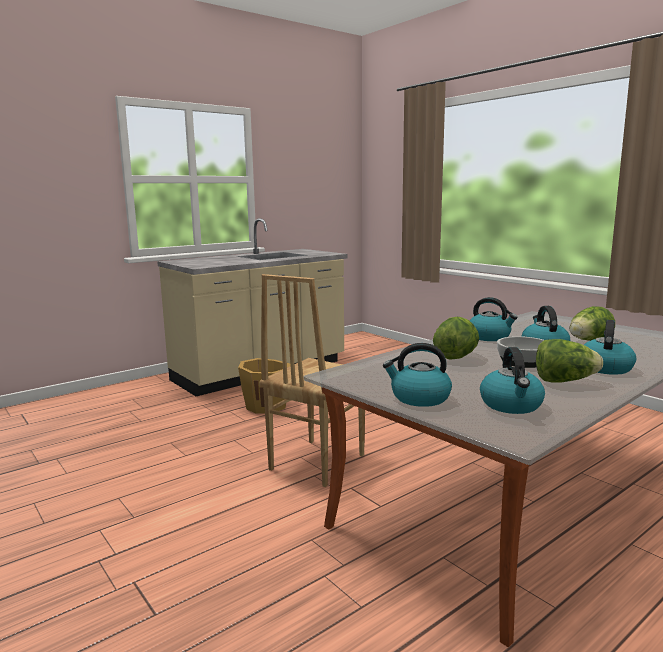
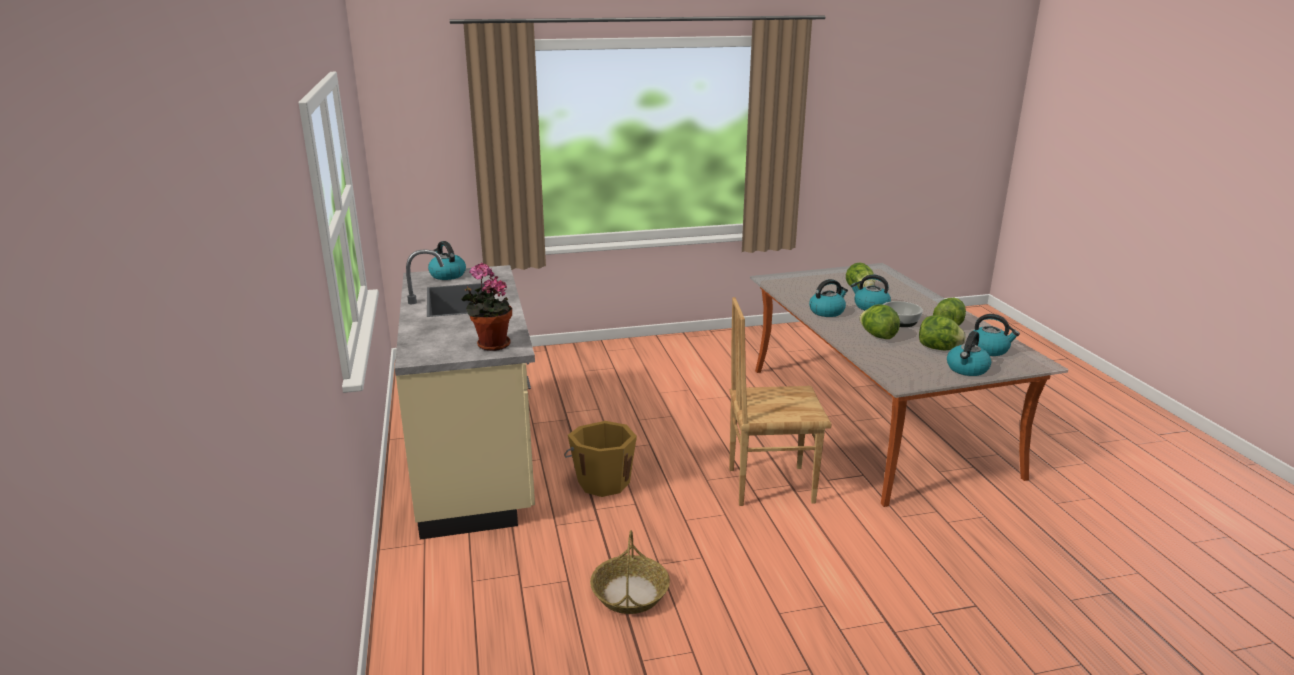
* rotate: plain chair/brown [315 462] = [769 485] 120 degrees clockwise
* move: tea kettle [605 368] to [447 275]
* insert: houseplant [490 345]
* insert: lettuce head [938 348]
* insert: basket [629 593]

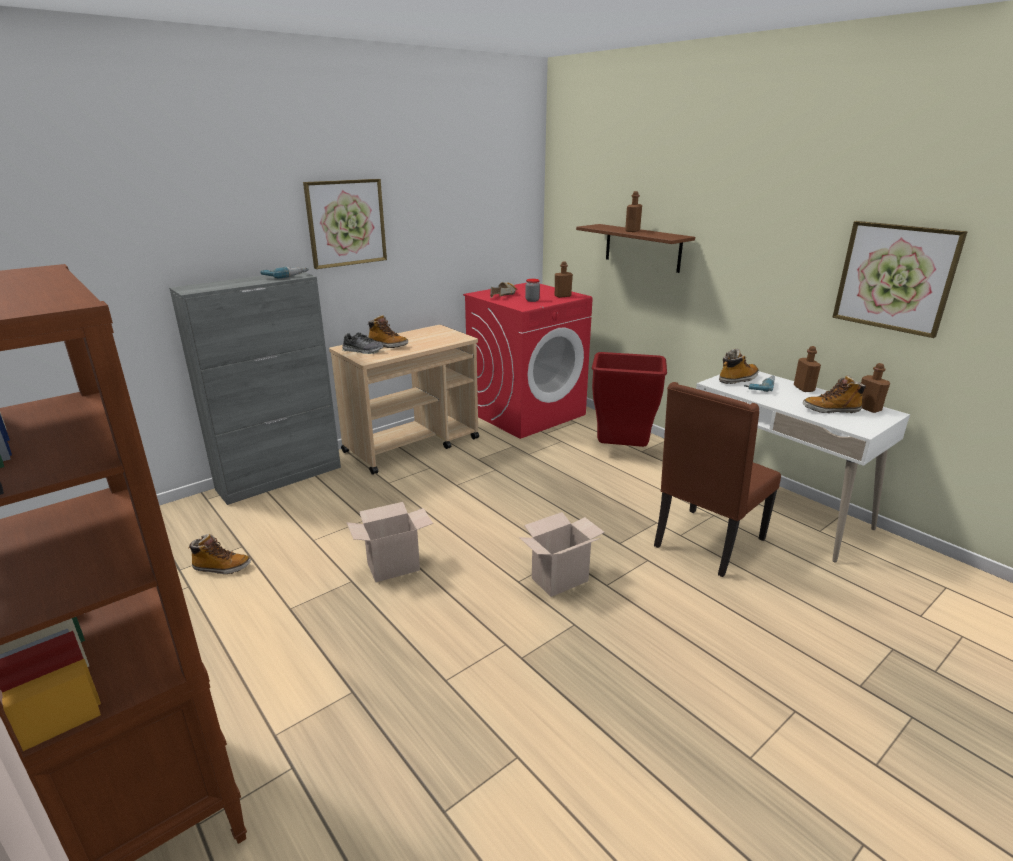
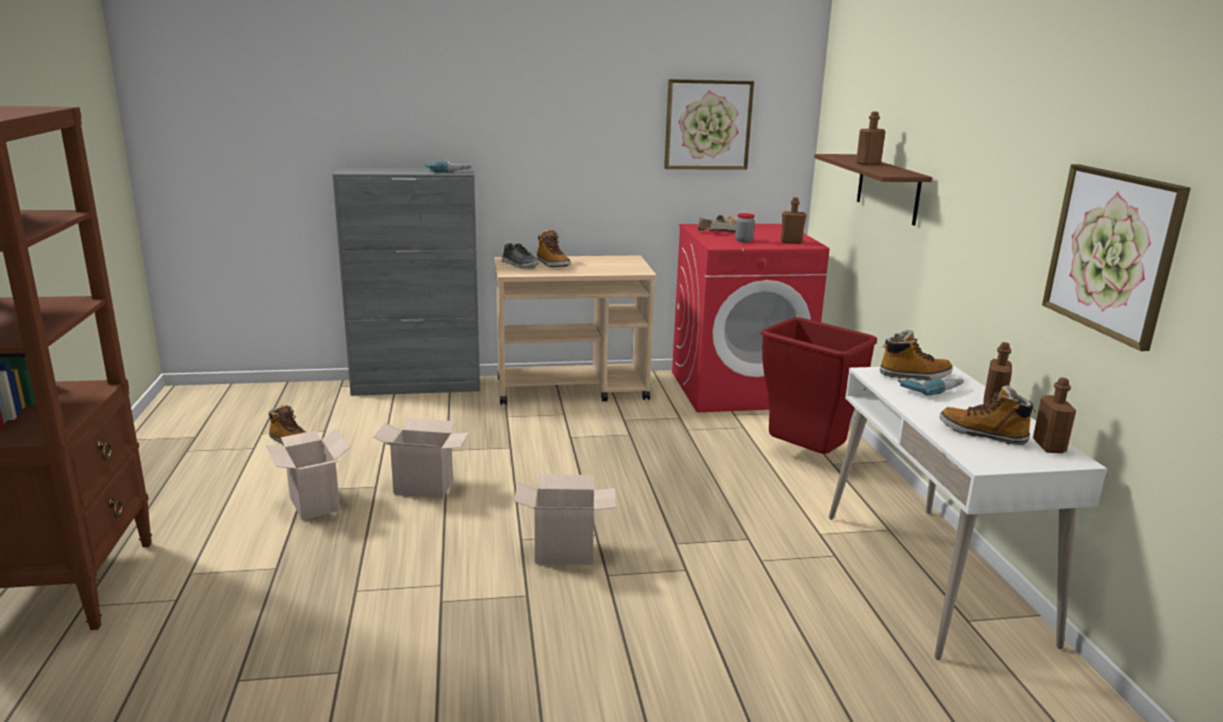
* move: wall picture [346 223] to [708 125]
* delete: plain chair/brown [706 543]
* insert: carton [312 503]

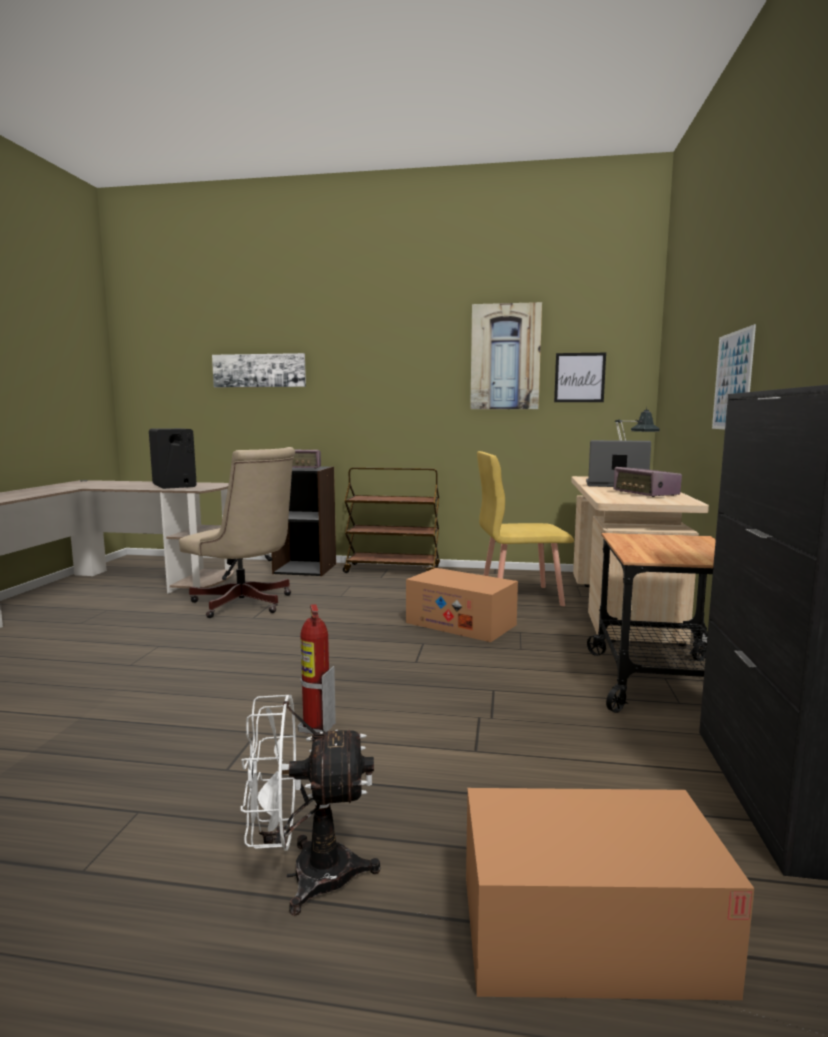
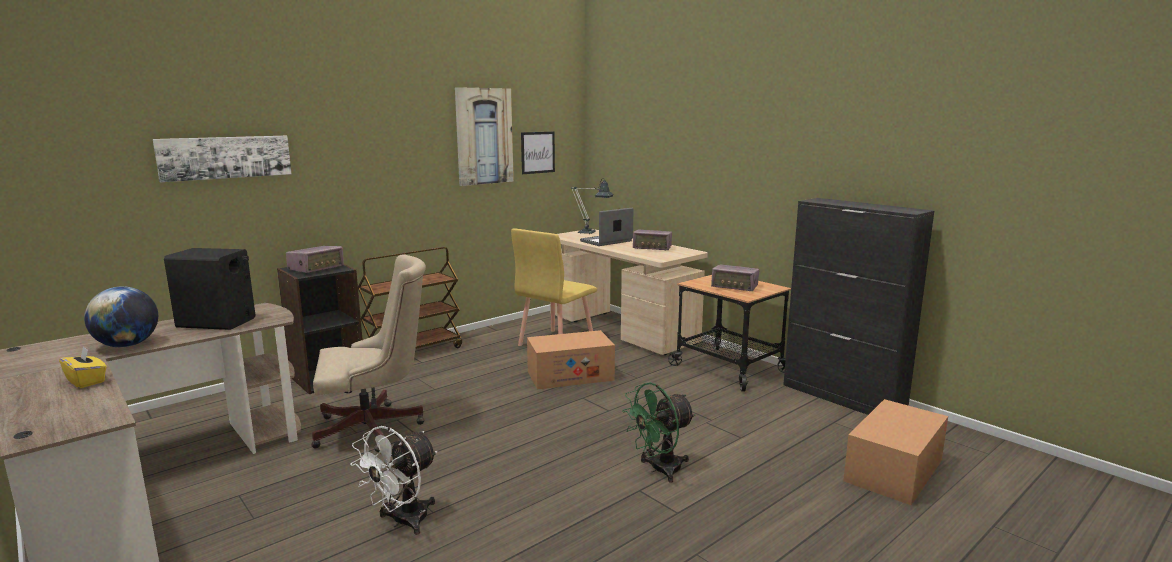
* delete: wall picture [732 381]
* replace: fire-fighting cylinder [316 728] to electric fan/green [659 470]
* move: electric fan/white [306 875] to [402 522]
* insert: radio set [735 287]
* insert: desk globe [127 345]
* insert: tissue holder/yellow [86 381]

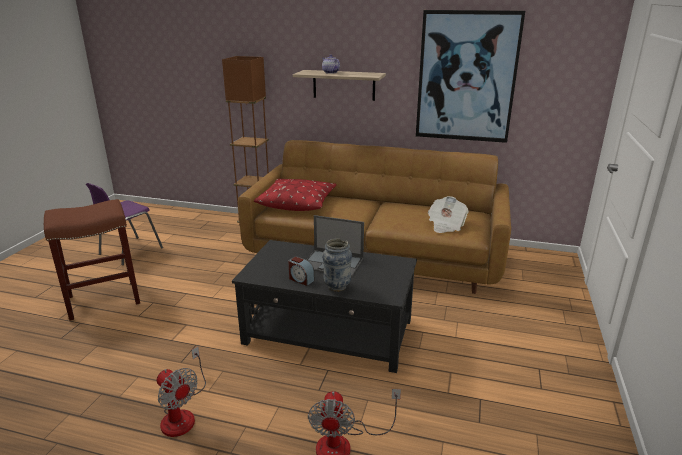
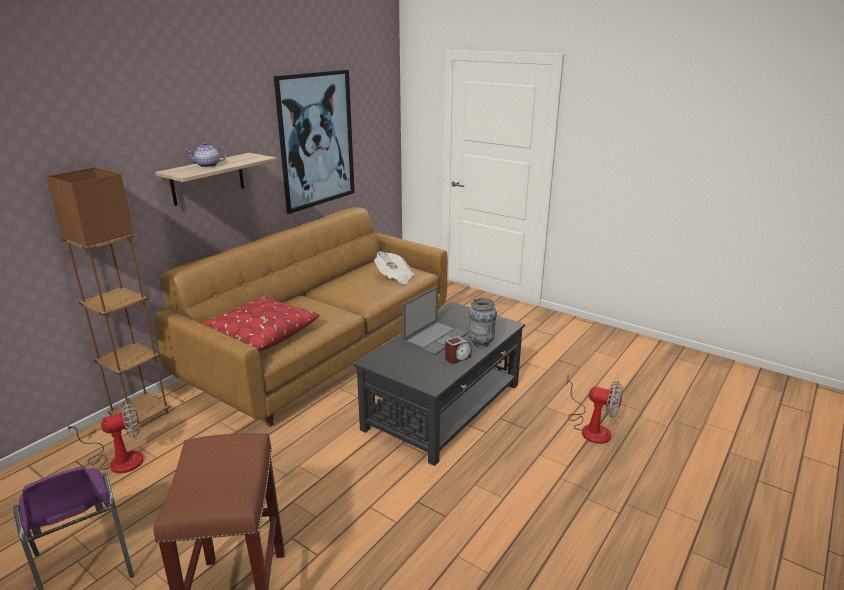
* move: electric fan [182 414] to [118 459]

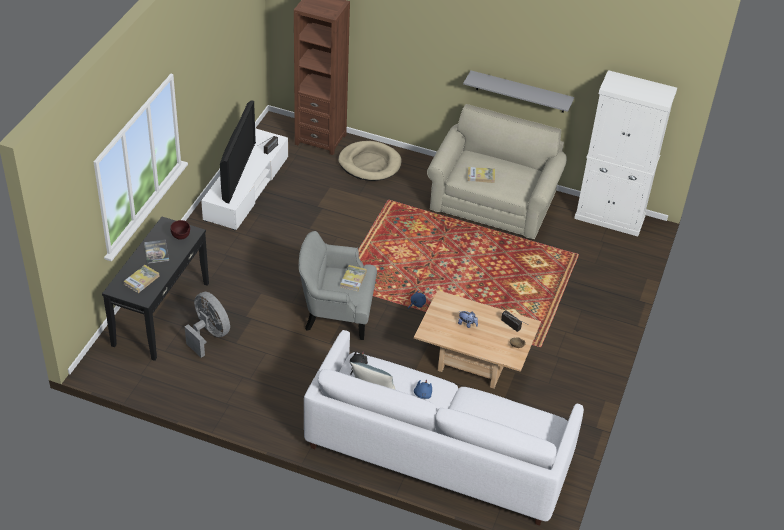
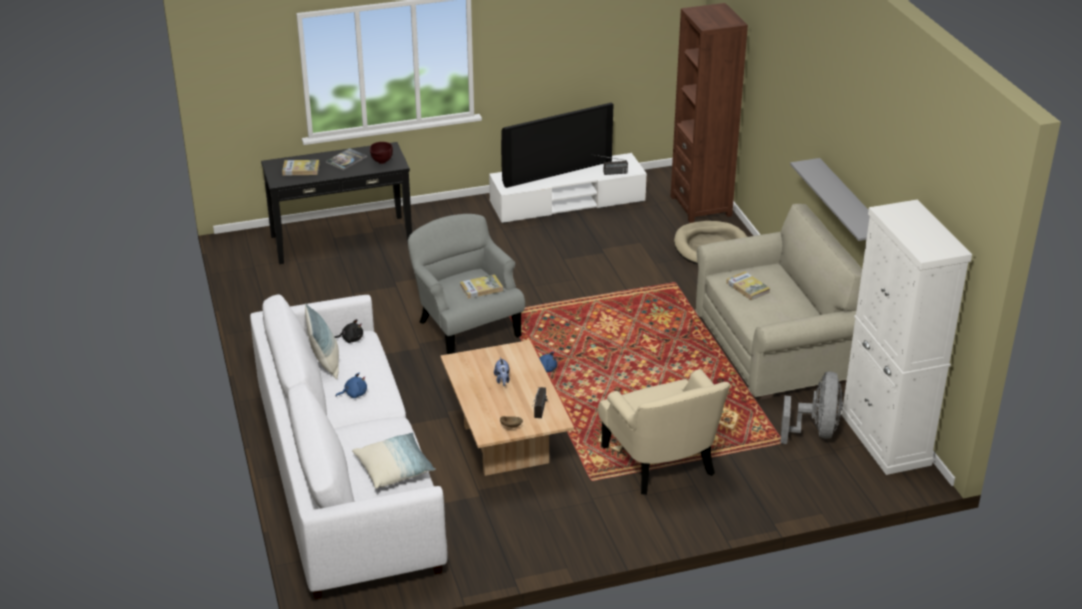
* move: electric fan/greyish [209 335] to [815 431]
* insert: armchair/beige-coloured [661 461]
* insert: throw pillow [394 469]

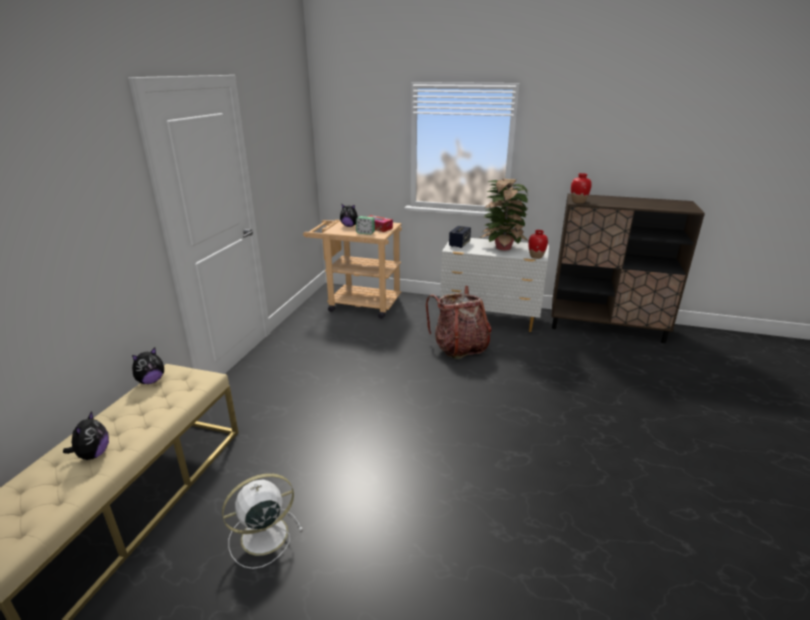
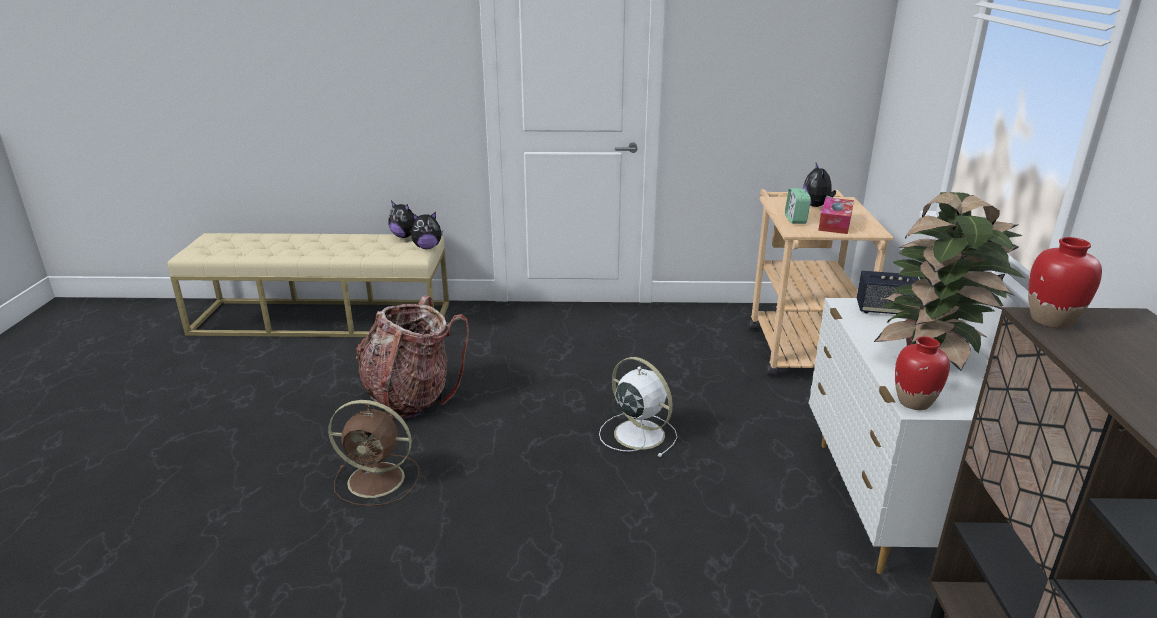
* move: rucksack [459 347] to [411 397]
* move: cuddly toy [93 454] to [427 247]
* move: electric fan/white [262 536] to [637 433]
* insert: electric fan/brown [378 480]

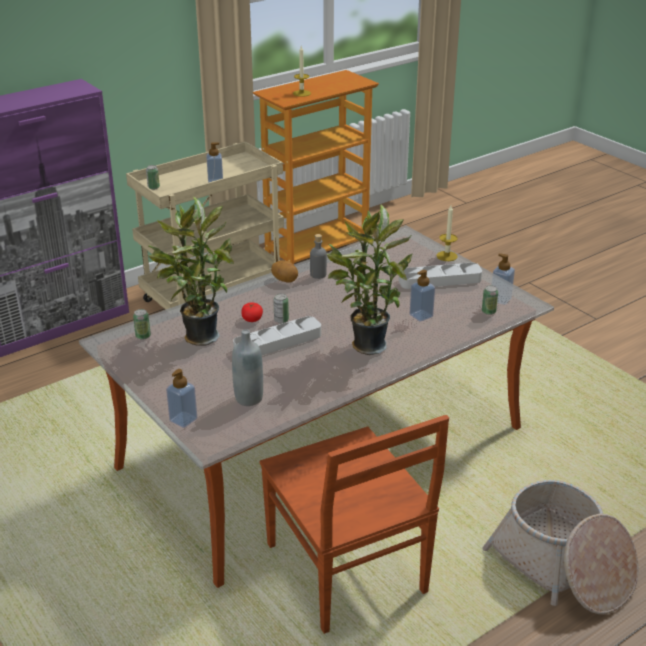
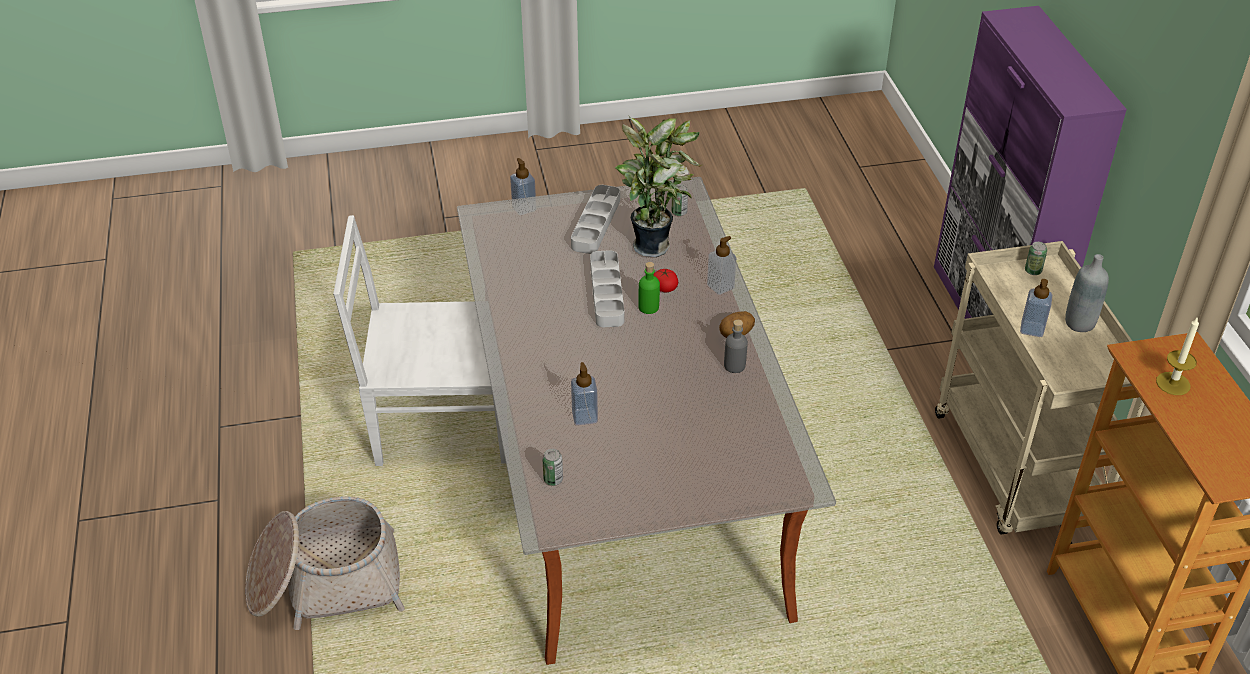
* delete: houseplant [366 344]
* delete: wax light [447 256]
* move: liquid soap bottle [500 299] to [720 287]
* move: serving tray/greyish [440 280] to [596 223]
* replace: metal can [281 320] to bottle/green [648 307]
* move: bottle/greyish [249 398] to [1079 323]
* recolor: plain chair/brown [347 571] to plain chair/white [441 424]

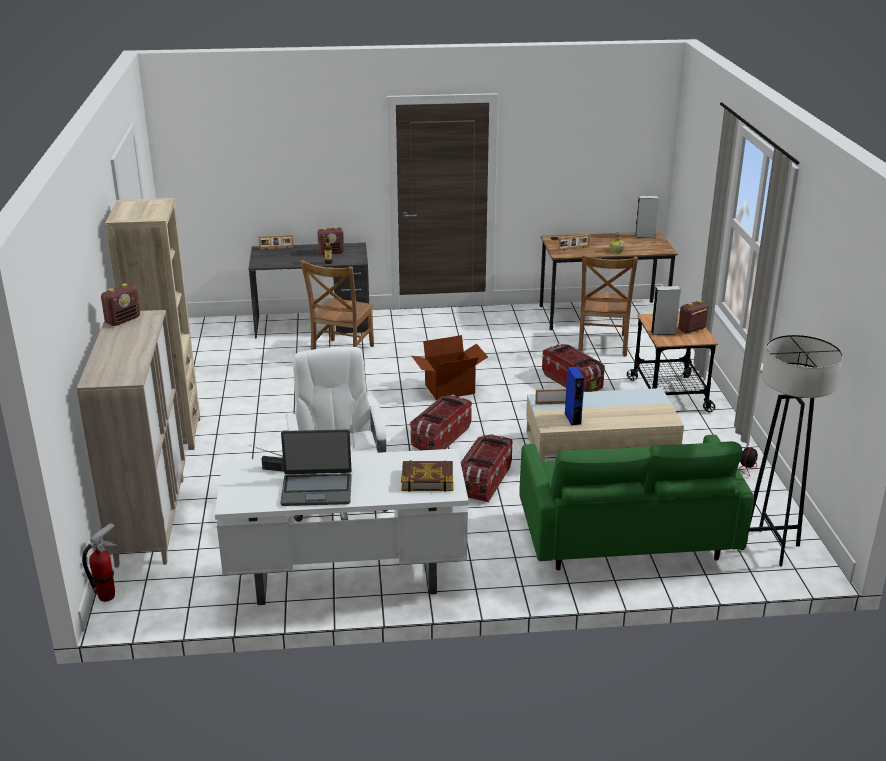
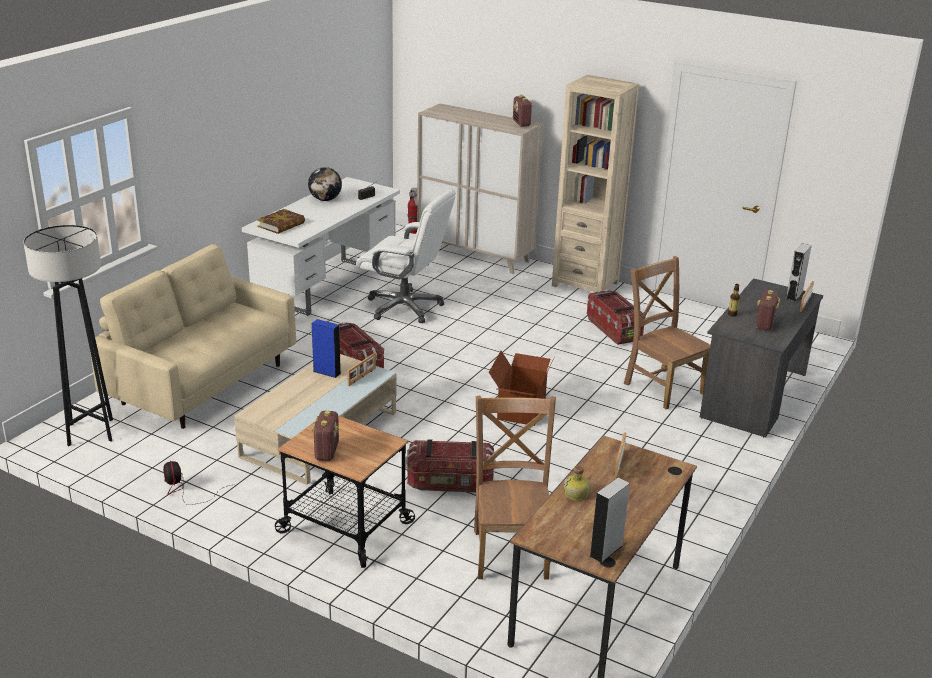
* rotate: plain chair/brown [602 345] = [511 551] 45 degrees clockwise
* move: loudspeaker/greyish [663 332] to [794 295]
* move: storage container [440 437] to [614 329]
* replace: laptop [316 490] to desk globe [325 199]
* recolor: settee/green [626 539] to settee/beige-coloured [202 383]

